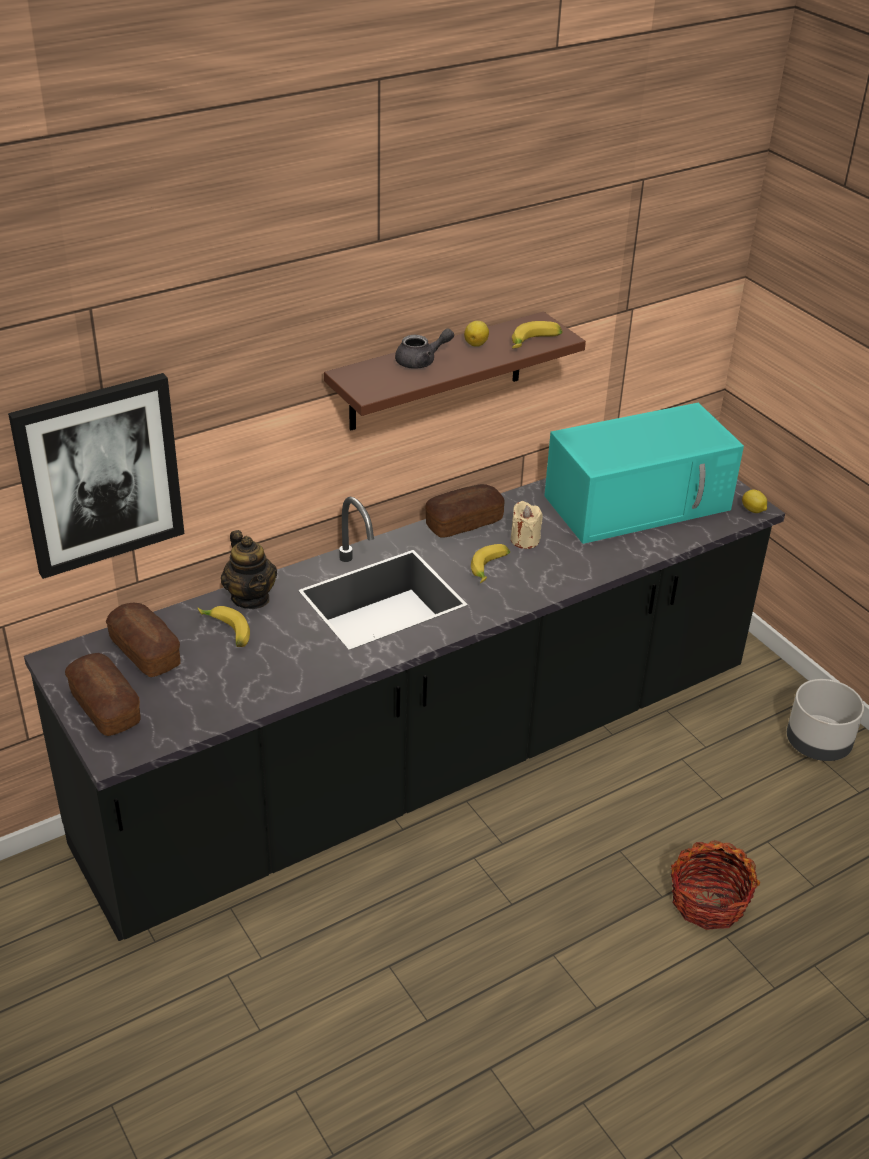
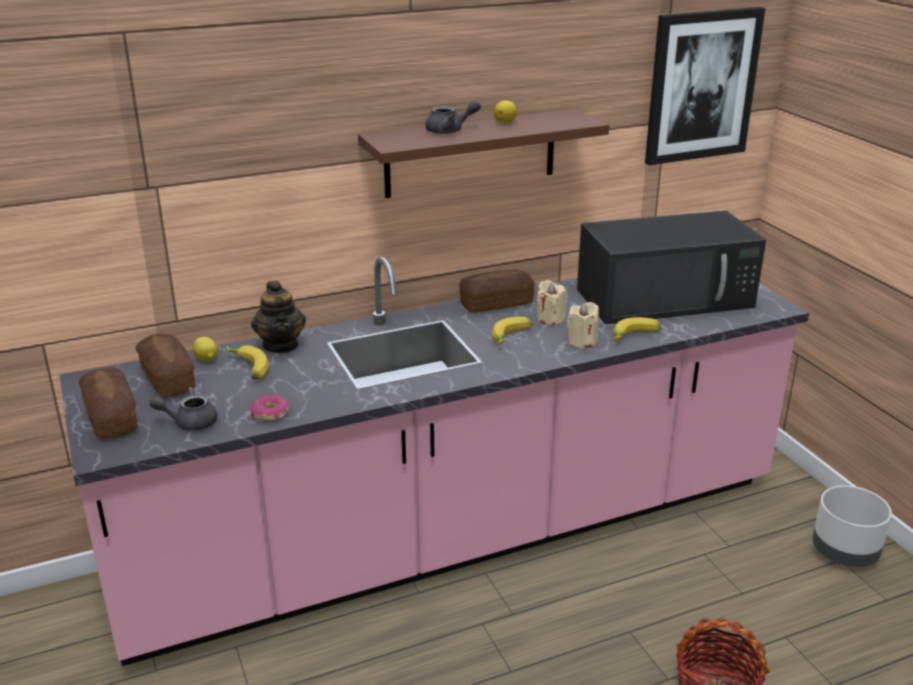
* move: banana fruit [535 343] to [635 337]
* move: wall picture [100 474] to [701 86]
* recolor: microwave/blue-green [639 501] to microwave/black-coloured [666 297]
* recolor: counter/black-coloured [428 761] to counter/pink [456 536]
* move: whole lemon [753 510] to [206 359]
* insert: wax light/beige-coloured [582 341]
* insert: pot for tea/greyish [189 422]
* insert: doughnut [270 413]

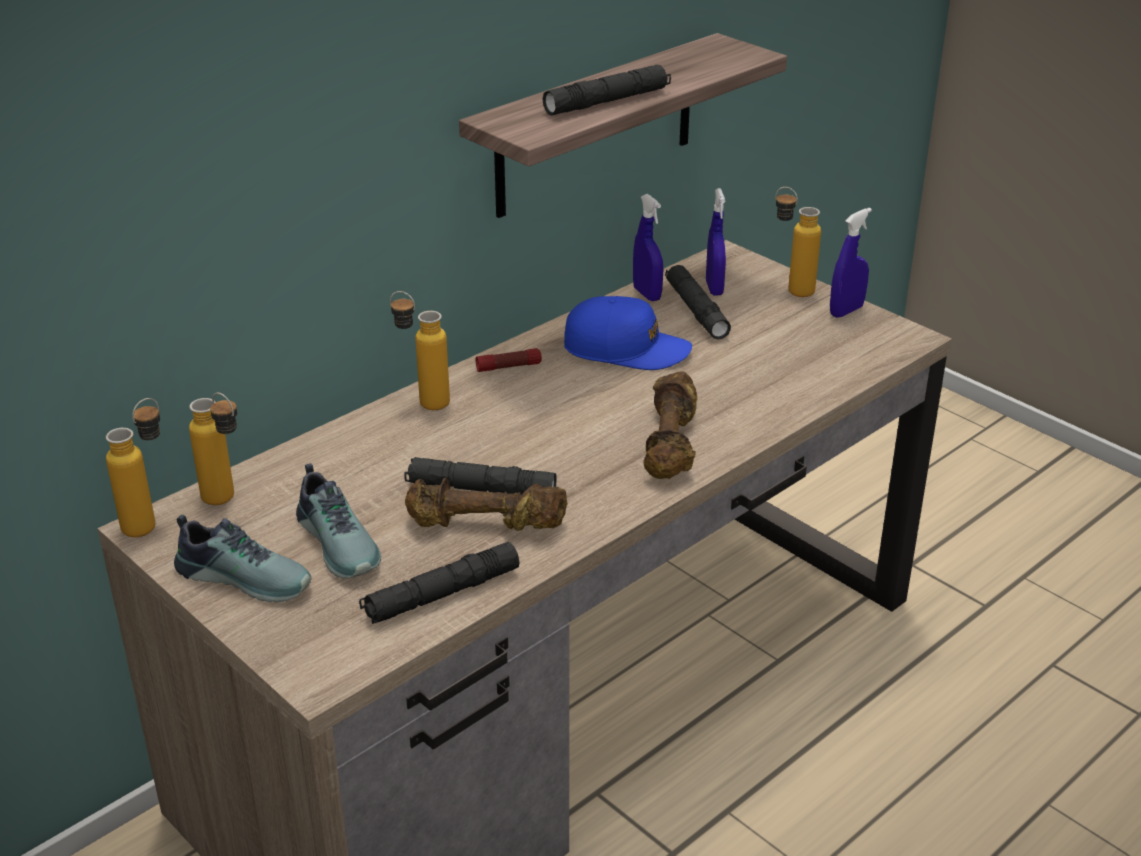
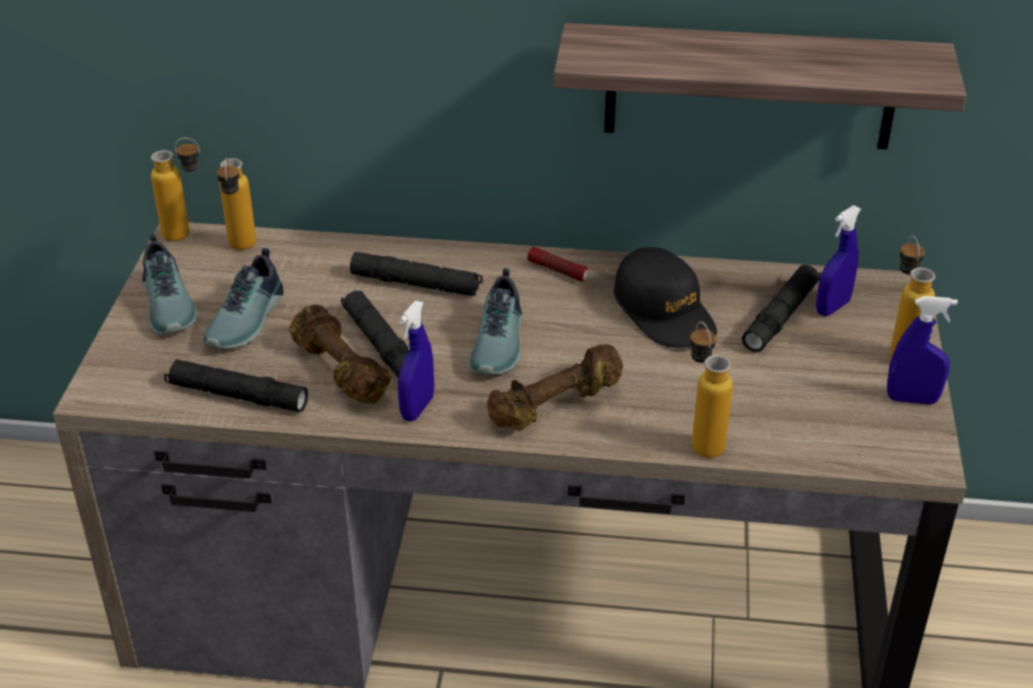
* move: hand torch/black-coloured [607 101] to [416 284]
* move: hand sprayer/blue [647 294] to [417 408]
* move: bottle [423 401] to [701 439]
* recolor: cap/blue [626 349] to cap/black-coloured [664 312]
* insert: shoe [501 343]

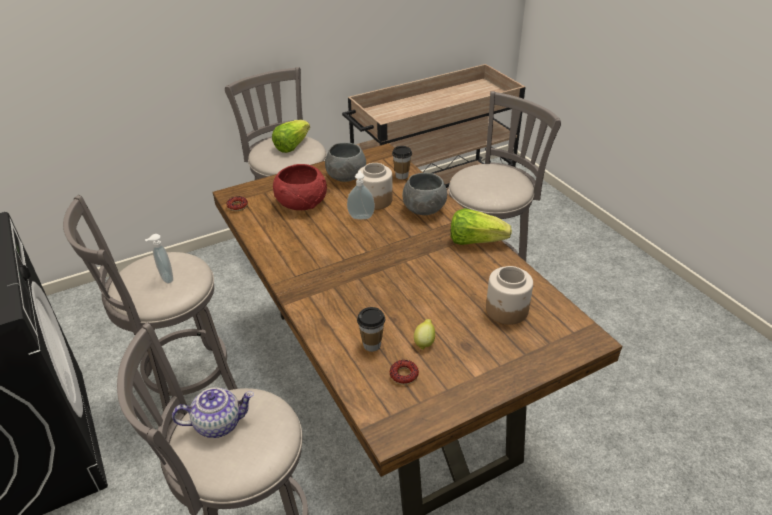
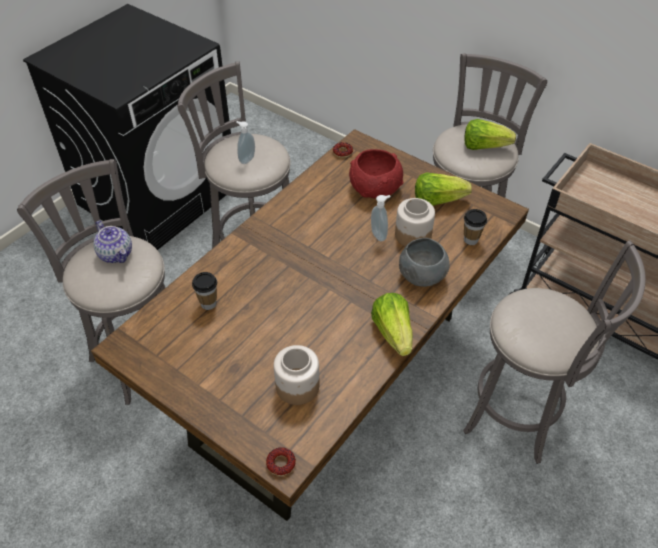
* replace: deep dish/greyish [345 177] to lettuce head [437 200]
* delete: whole lemon [424 342]
* move: doughnut [404 375] to [281 463]

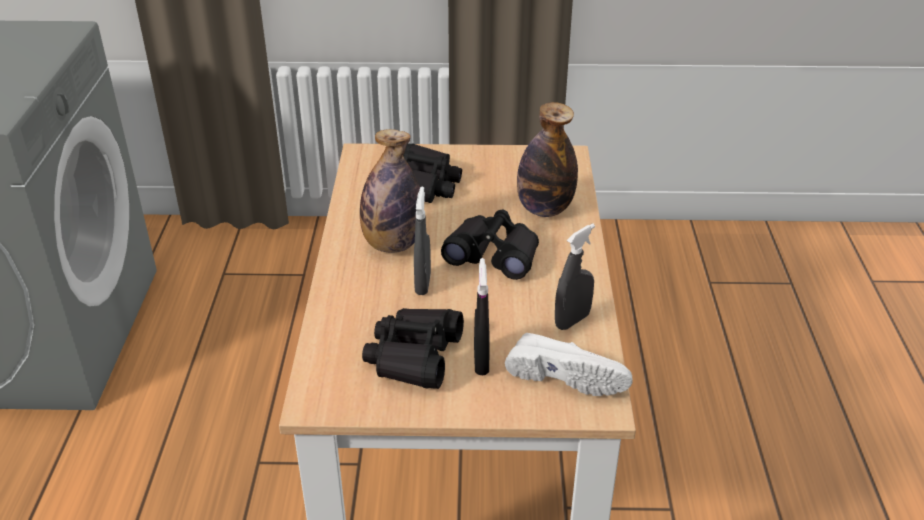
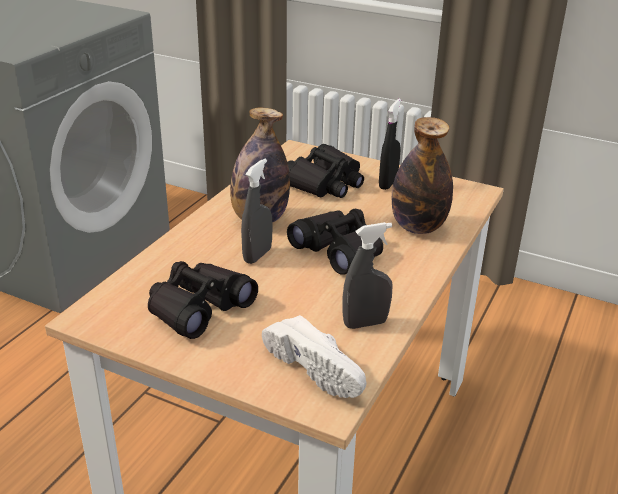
* move: hand sprayer/black-coloured [481 361] to [388 183]

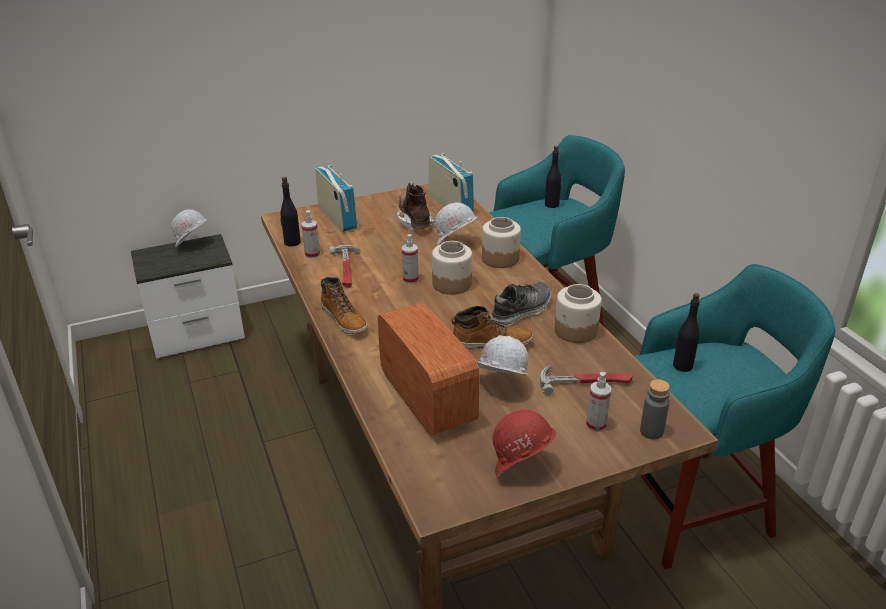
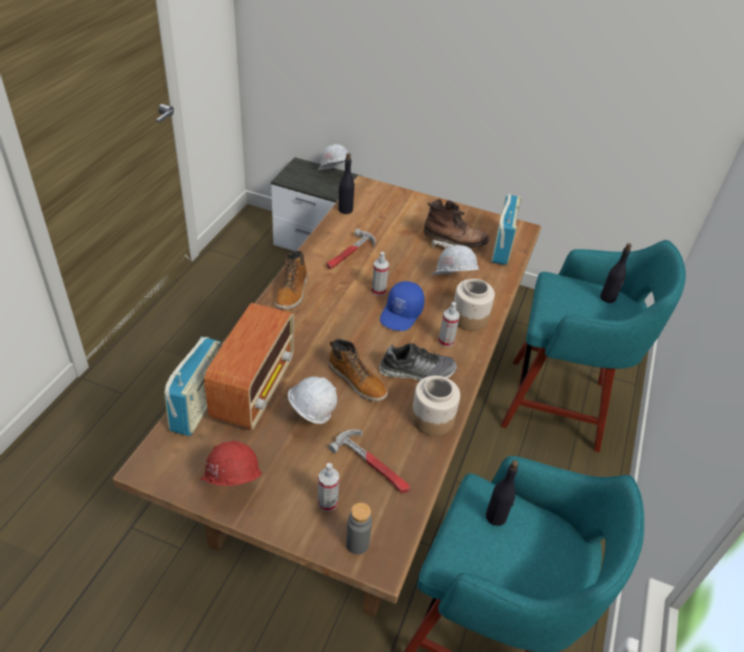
* move: radio set [337 218] to [199 404]
* rotate: boot/brown [414 220] = [453 244] 75 degrees clockwise
* move: hand sprayer [312 254] to [446 341]
* replace: preserve jar [452 284] to cap/blue [402 314]

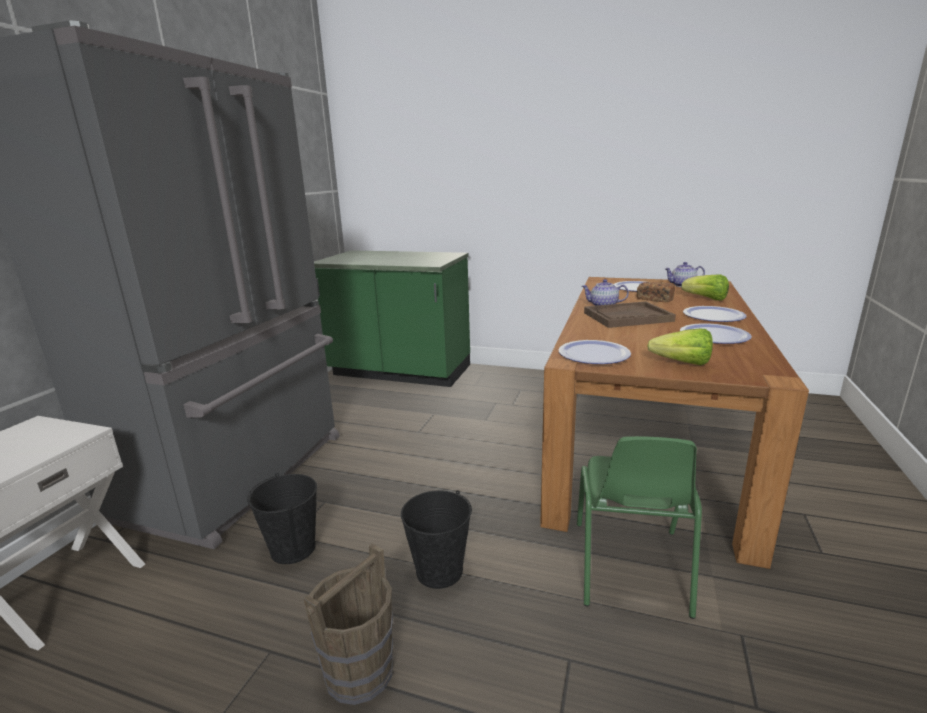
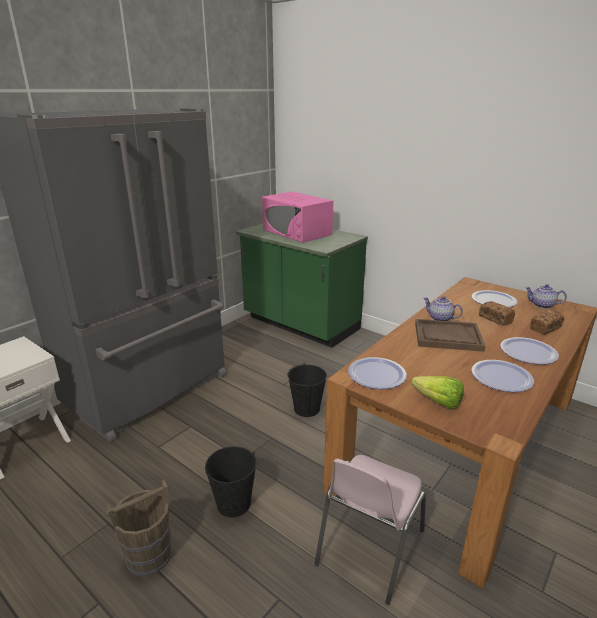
* replace: lettuce head [706 299] to baked bread [545 328]
* recolor: plain chair/green [630 568] to plain chair/pink [368 547]
* move: bucket/black-coloured [293 548] to [307 408]
* insert: microwave/pink [297 232]

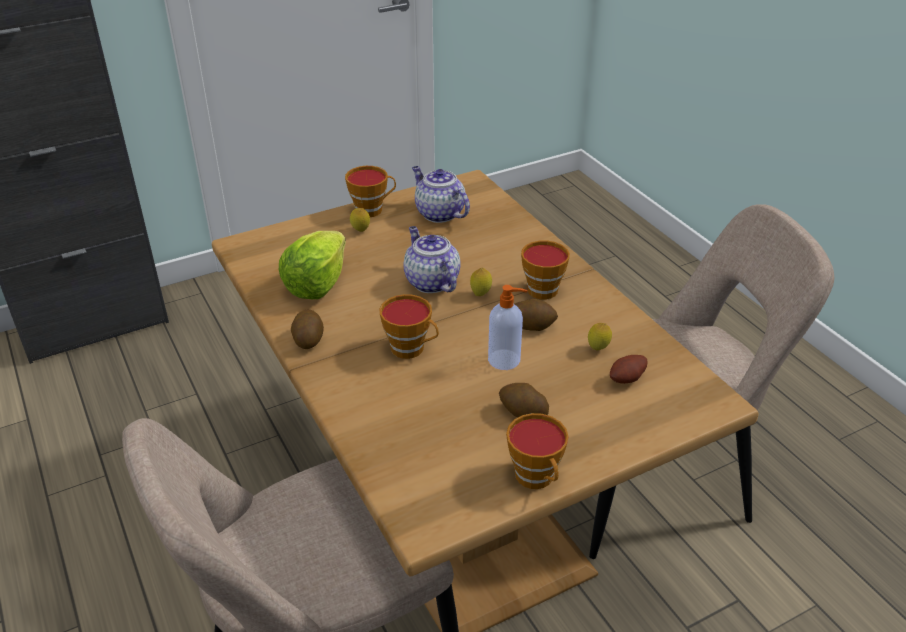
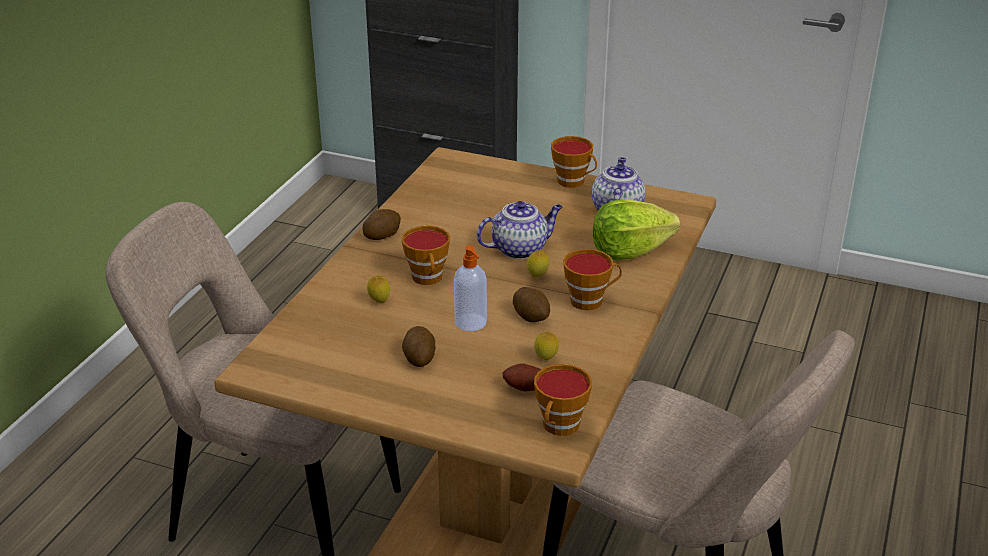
* move: whole lemon [360 231] to [379 302]
* rotate: pot for tea [430 282] = [520 249] 45 degrees clockwise
* move: lettuce head [317 284] to [629 251]
* move: cup [537 478] to [559 427]

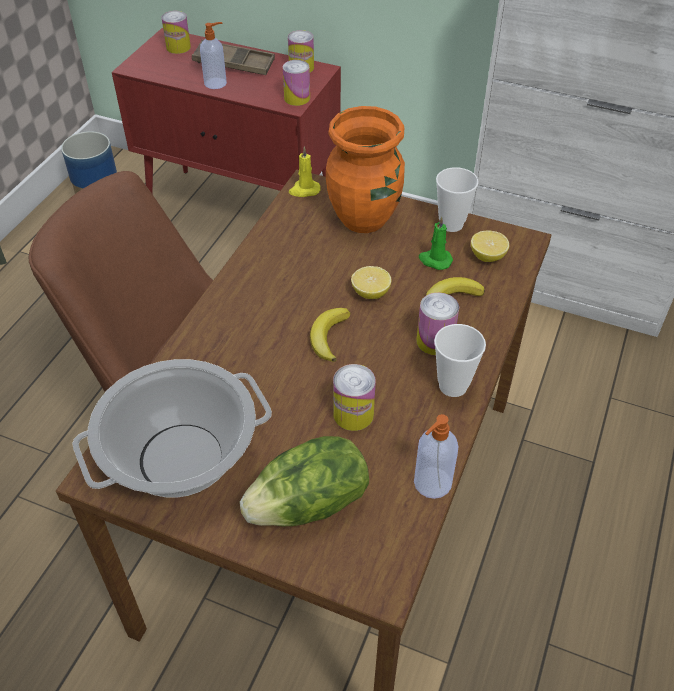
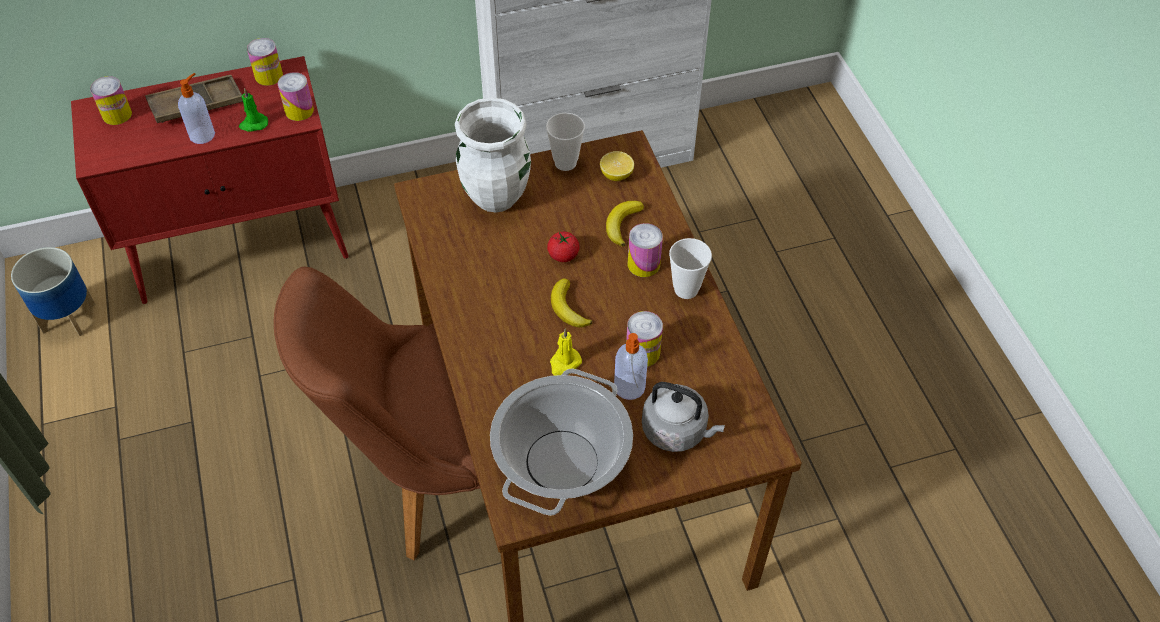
* recolor: flower vase/orangey [365 219] to flower vase/white [496 196]
* move: wax light/yellow [304 190] to [564 363]
* move: wax light/green [435 260] to [253 124]
* replace: whole lemon [370 293] to tomato [563 255]
* move: liquid soap bottle [431 484] to [629 388]
* replace: lettuce head [310 505] to tea kettle/greyish [677 431]

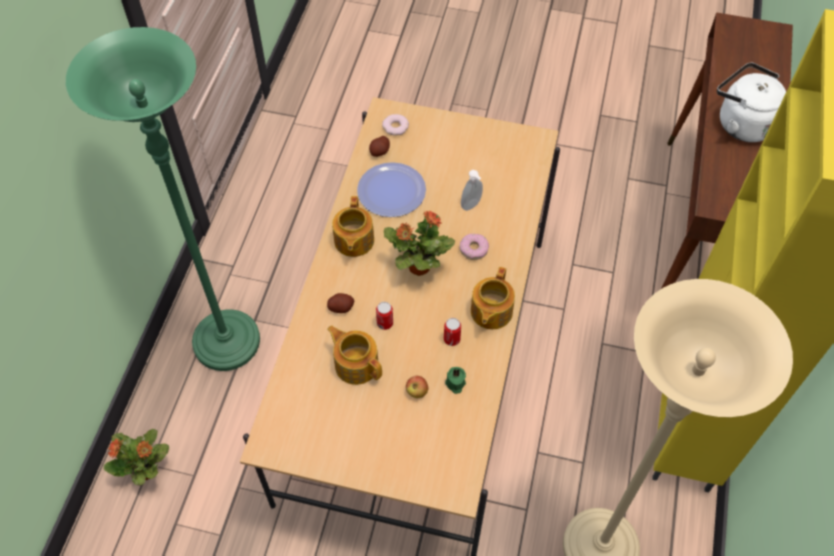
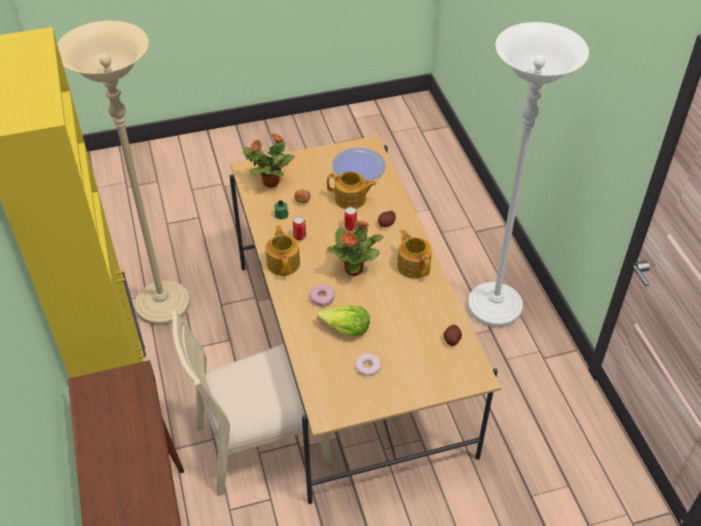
* recolor: standing lamp/green [227 342] to standing lamp/white [494 307]
* delete: tea kettle/white [741 123]
* move: doughnut [395 127] to [367 366]
* move: plate [391 191] to [358 166]
* replace: liquid soap bottle [472 205] to lettuce head [345 329]
* move: houseplant [147 471] to [270 182]
* insert: plain chair/beige-coloured [261 442]

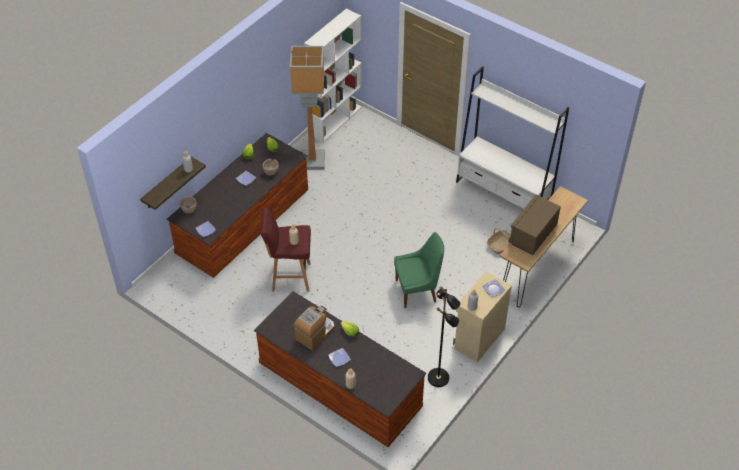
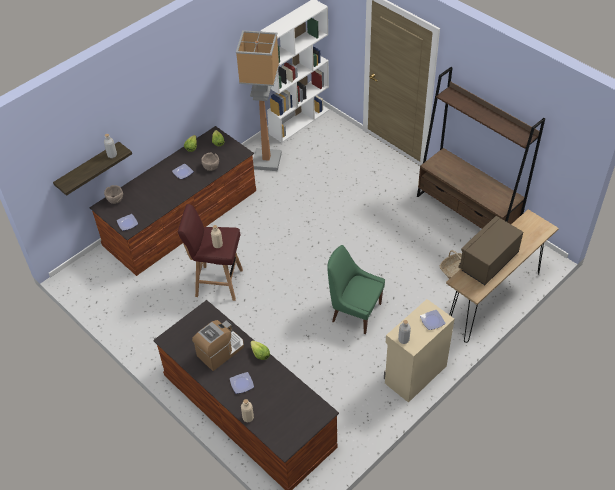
* recolor: bookshelf/white [503 194] to bookshelf/brown [467 213]
* rotate: plain chair/green [417 290] = [354 312] 150 degrees counterclockwise
* delete: standing lamp/black-coloured [439 378]

